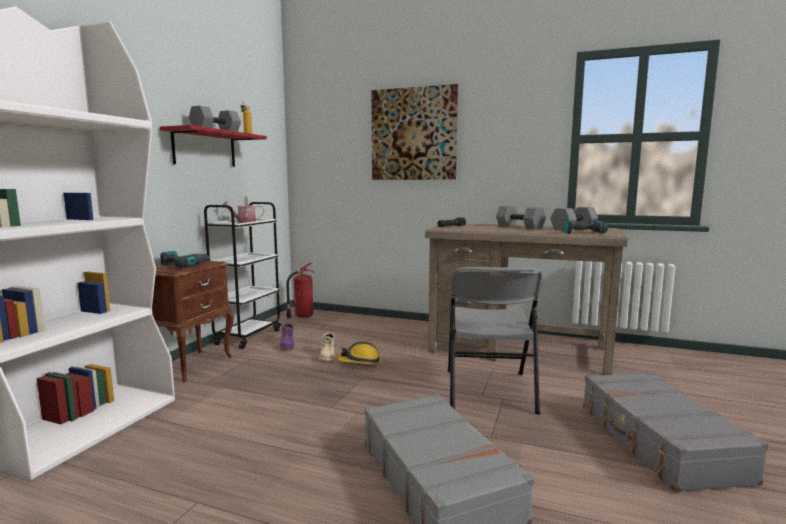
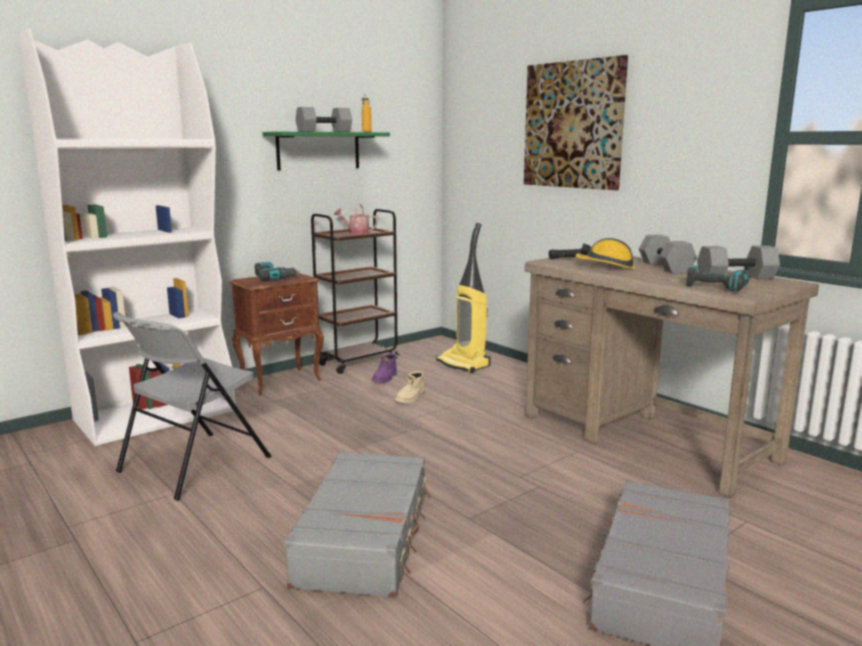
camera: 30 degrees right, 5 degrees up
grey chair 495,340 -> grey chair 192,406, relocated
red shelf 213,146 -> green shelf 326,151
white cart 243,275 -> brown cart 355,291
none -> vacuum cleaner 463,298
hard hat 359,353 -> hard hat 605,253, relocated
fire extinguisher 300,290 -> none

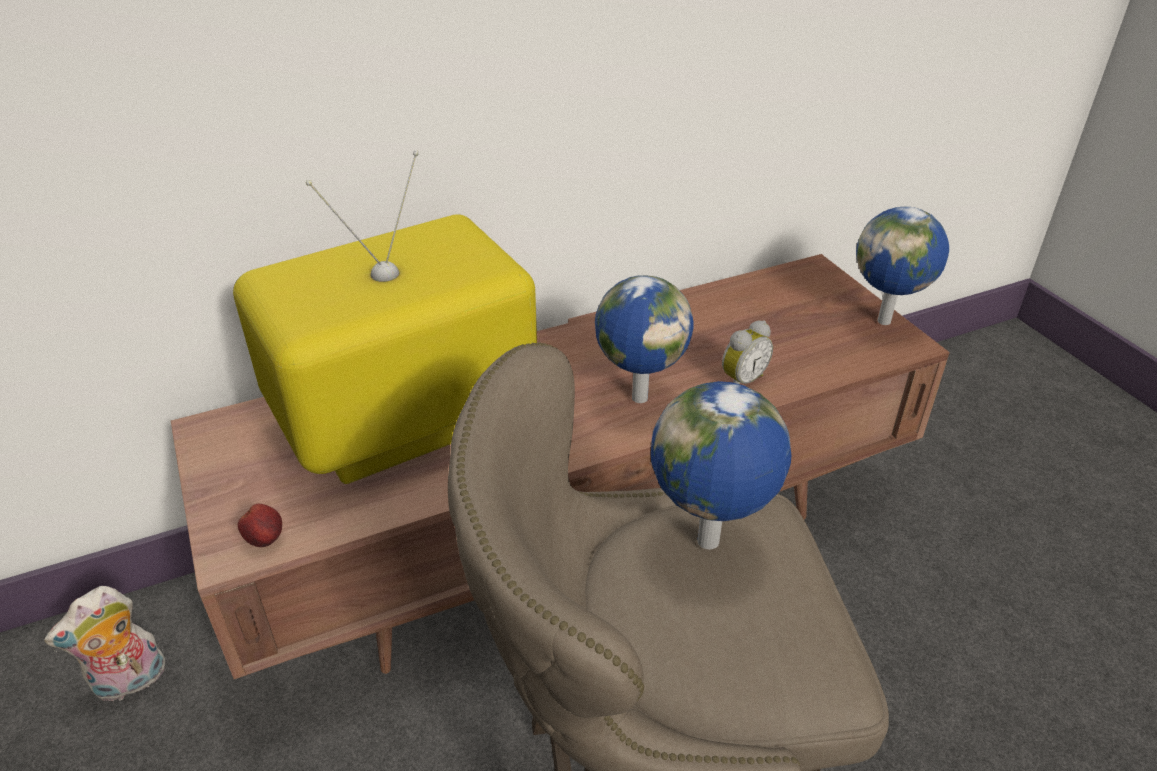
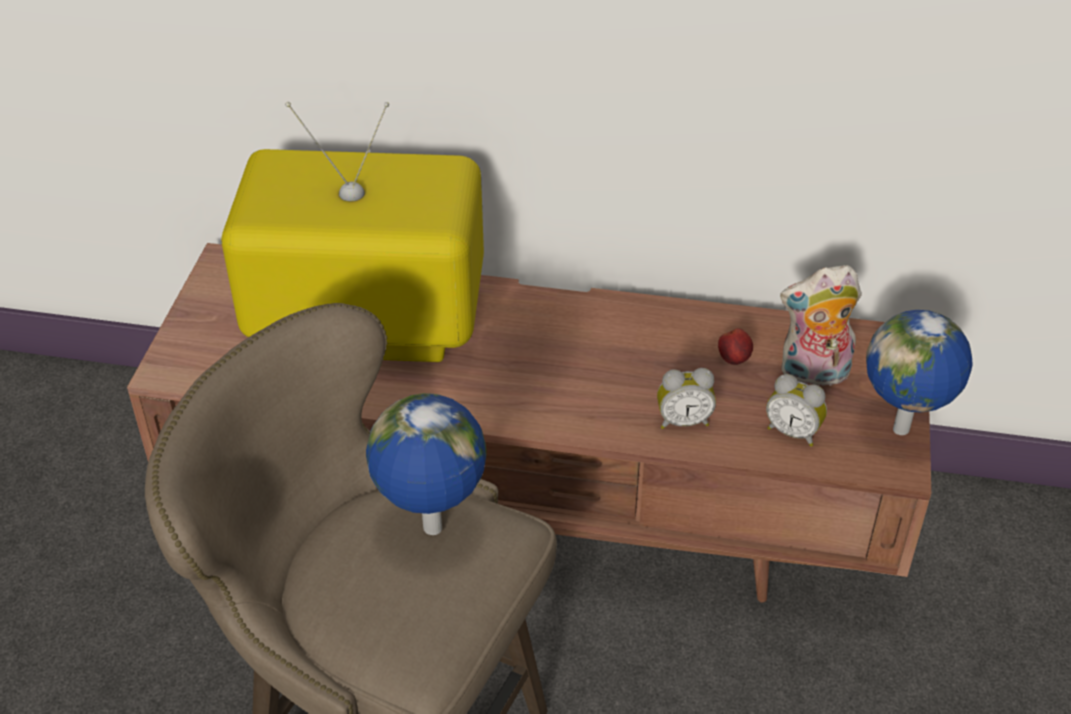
camera: 35 degrees right, 5 degrees up
apple 260,525 -> apple 735,346, relocated
none -> alarm clock 796,410
plush toy 104,644 -> plush toy 821,325, relocated
globe 644,339 -> none

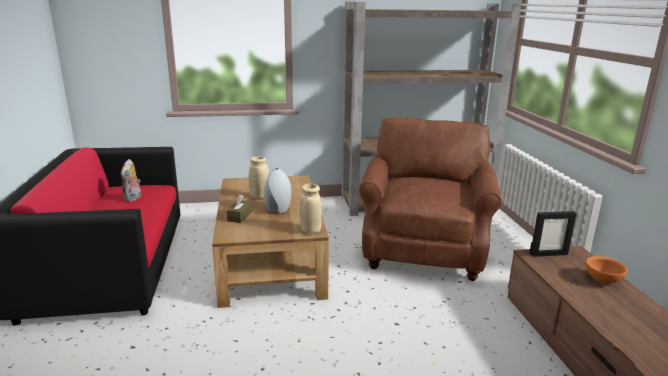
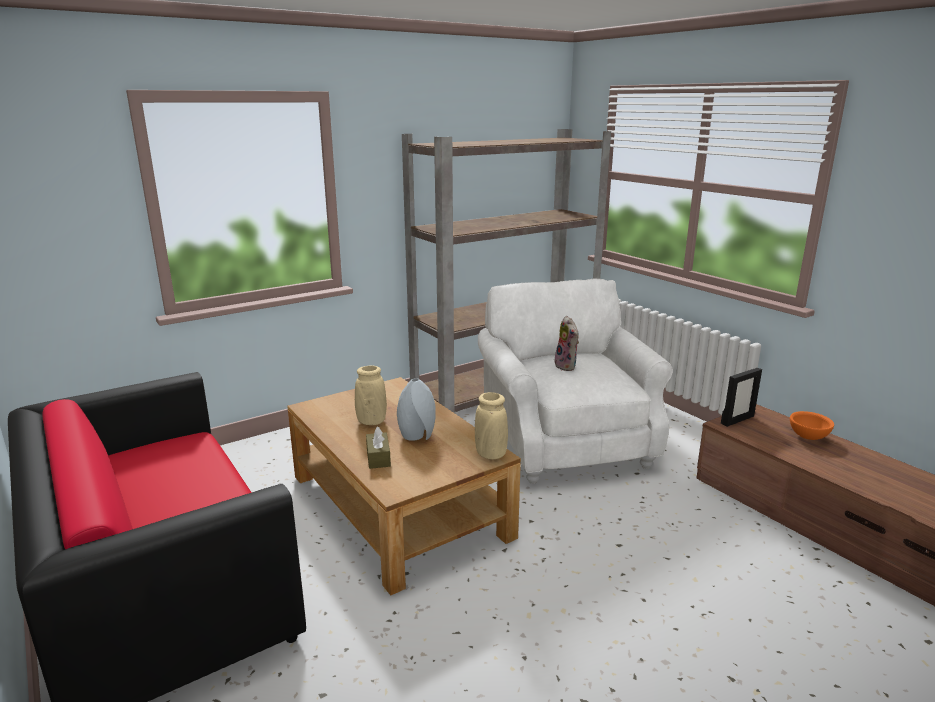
camera: 25 degrees left, 0 degrees up
brown armchair 430,199 -> white armchair 575,381
plush toy 131,180 -> plush toy 567,343, relocated

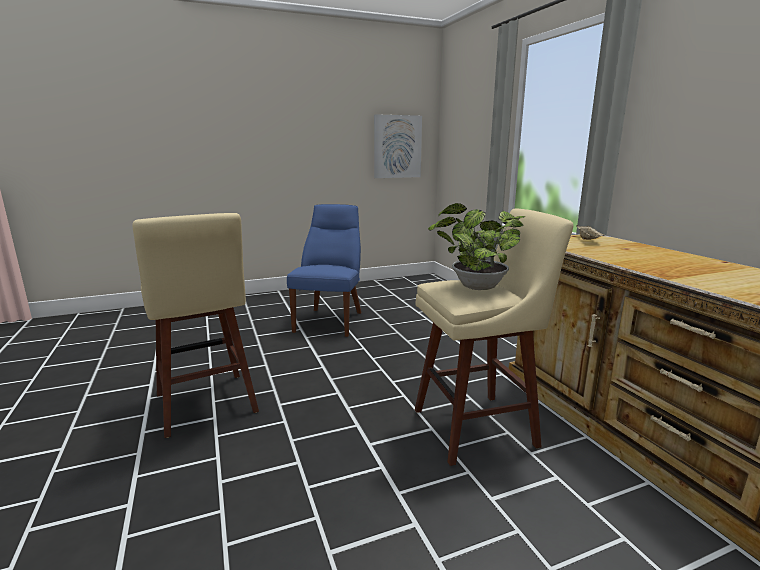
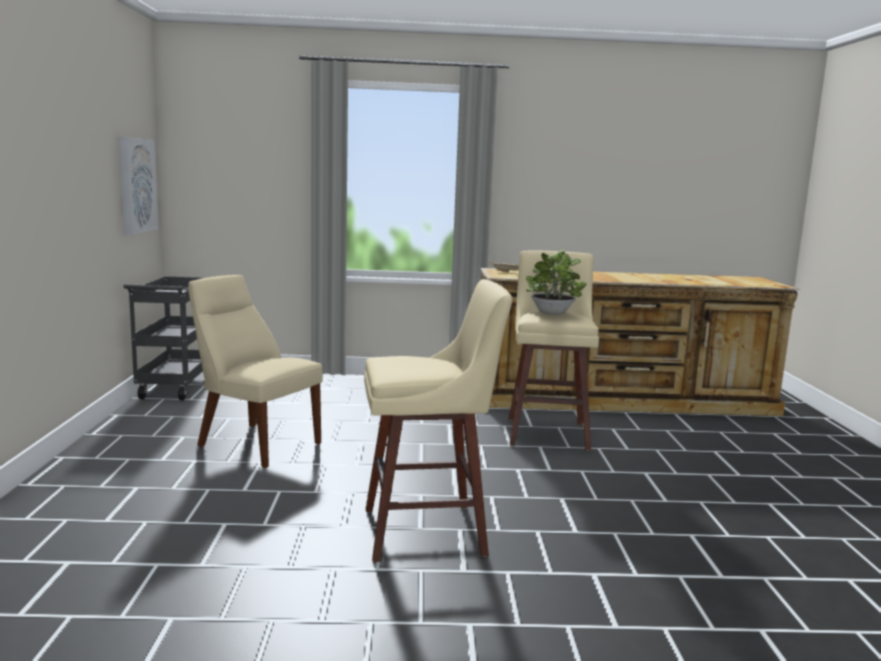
camera: 70 degrees left, 5 degrees down
none -> grey cart 163,338
blue chair 324,270 -> beige chair 255,371

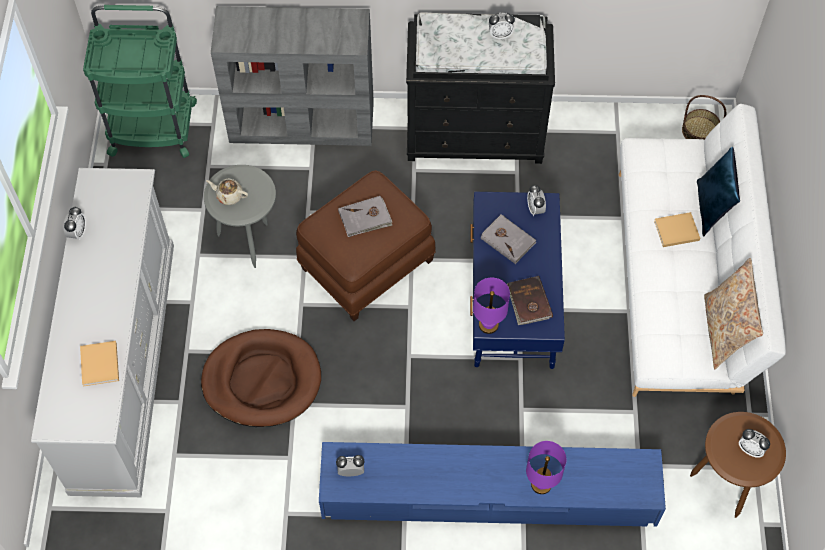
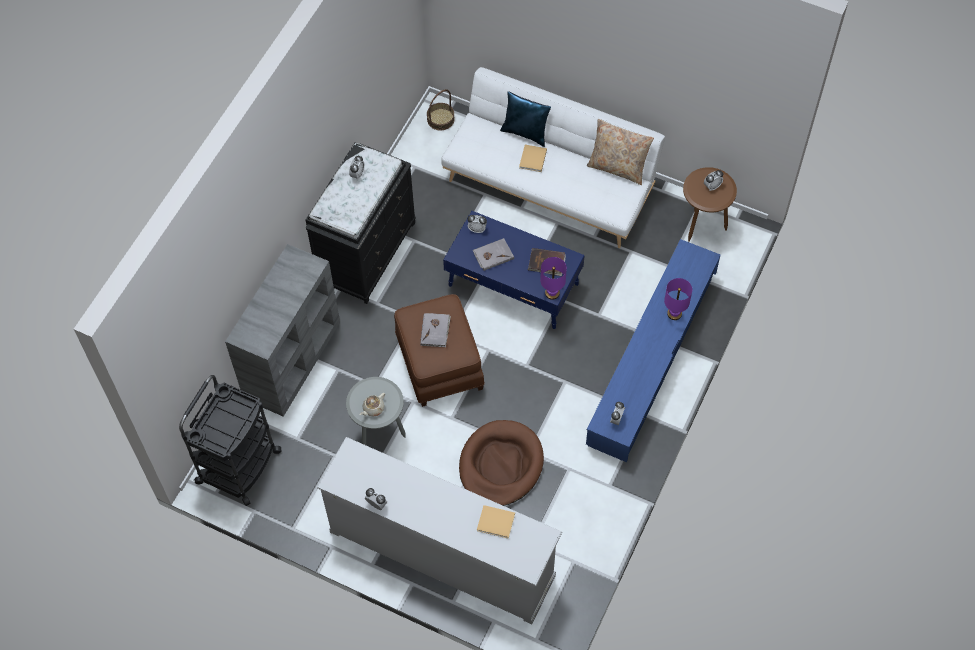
camera: 65 degrees left, 0 degrees up
green cart 140,81 -> black cart 230,440

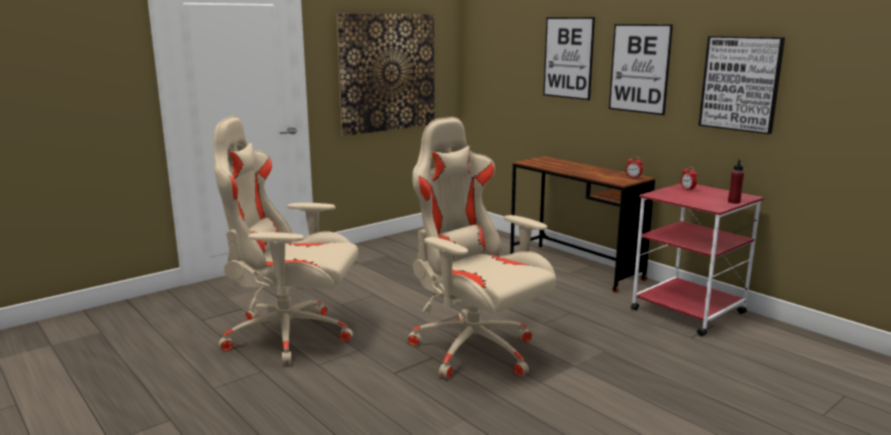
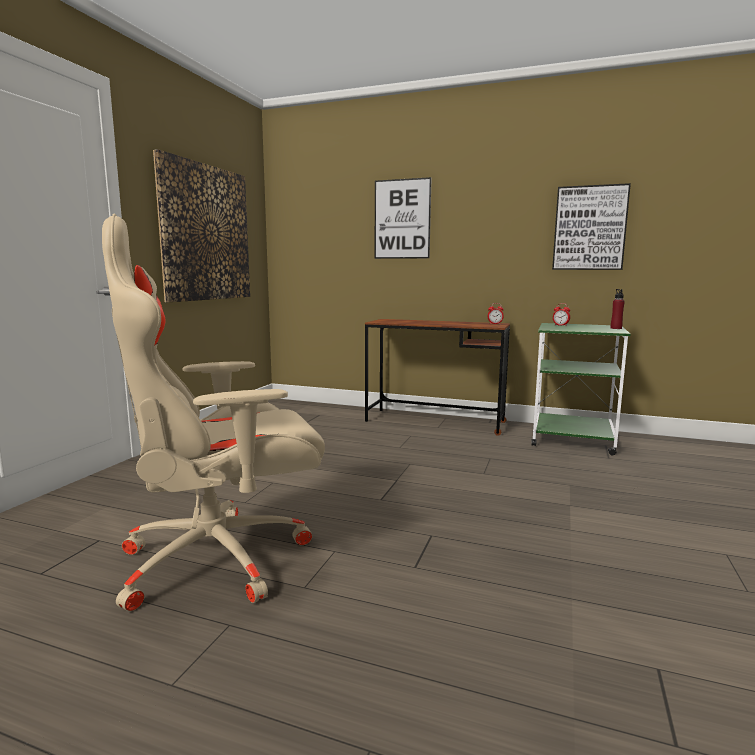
camera: 30 degrees left, 5 degrees down
red cart 697,259 -> green cart 580,389
beige office chair 482,248 -> none
picture 641,69 -> none

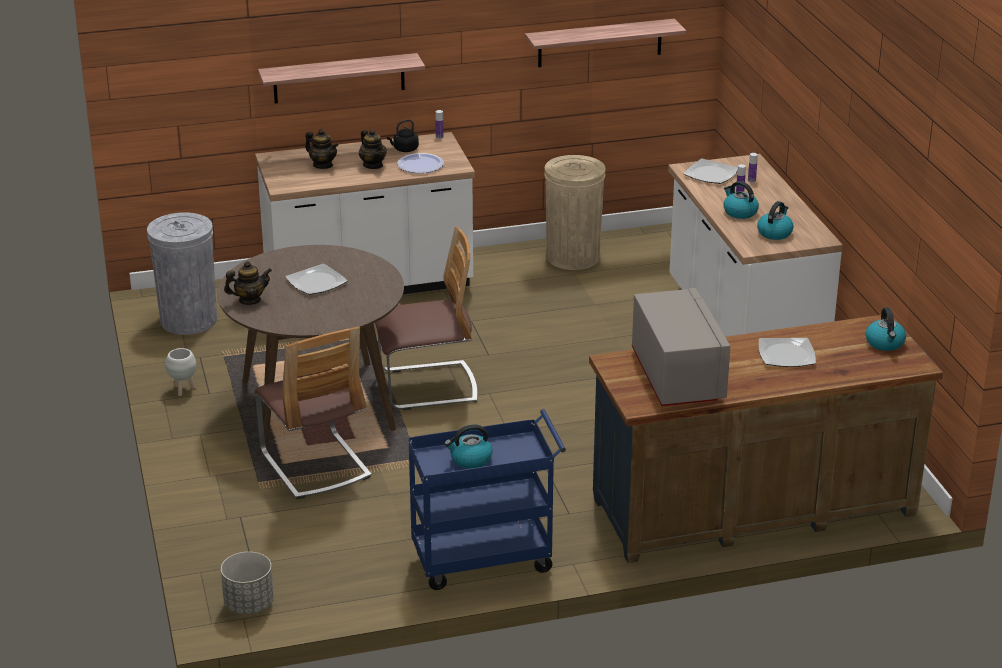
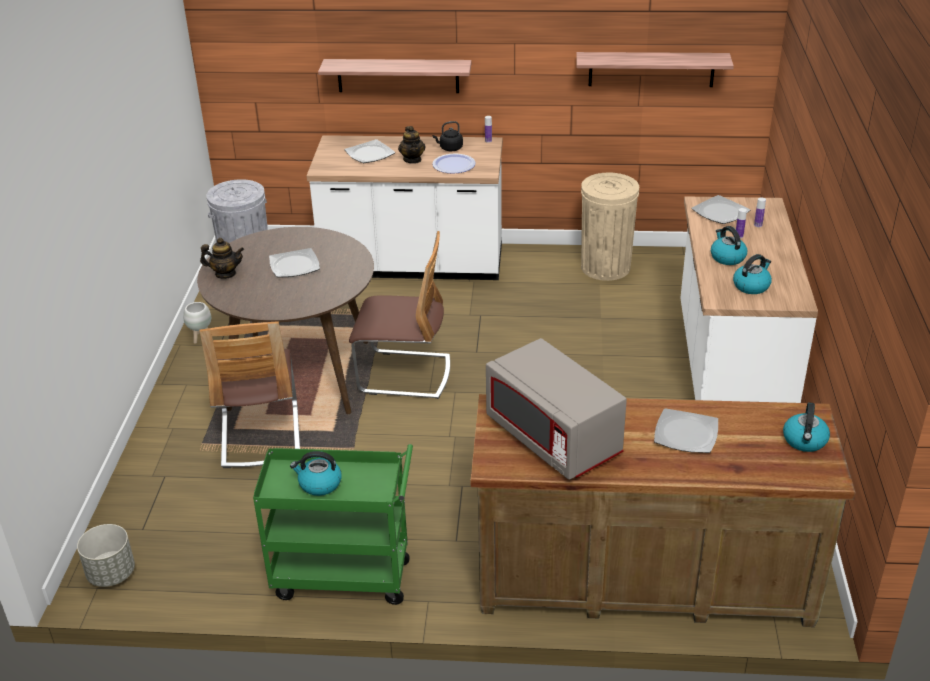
camera: 20 degrees right, 5 degrees up
blue cart 487,499 -> green cart 333,524
teapot 321,149 -> plate 369,151
grey microwave 681,347 -> grey microwave 556,409, 135 degrees clockwise

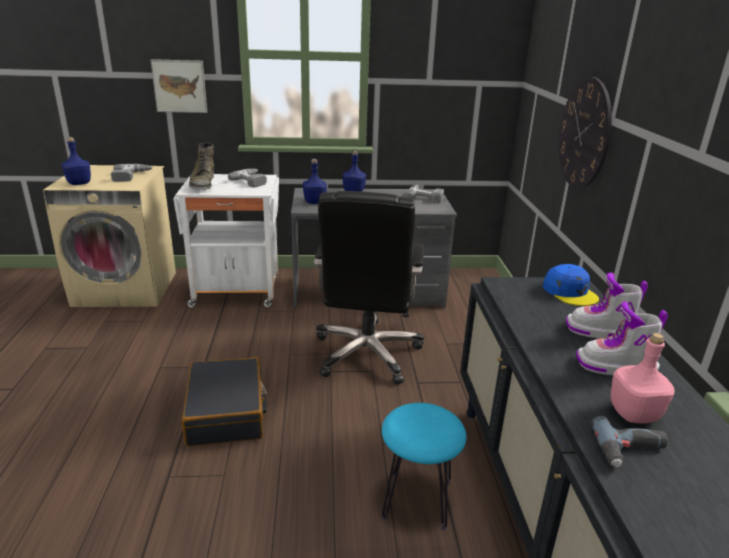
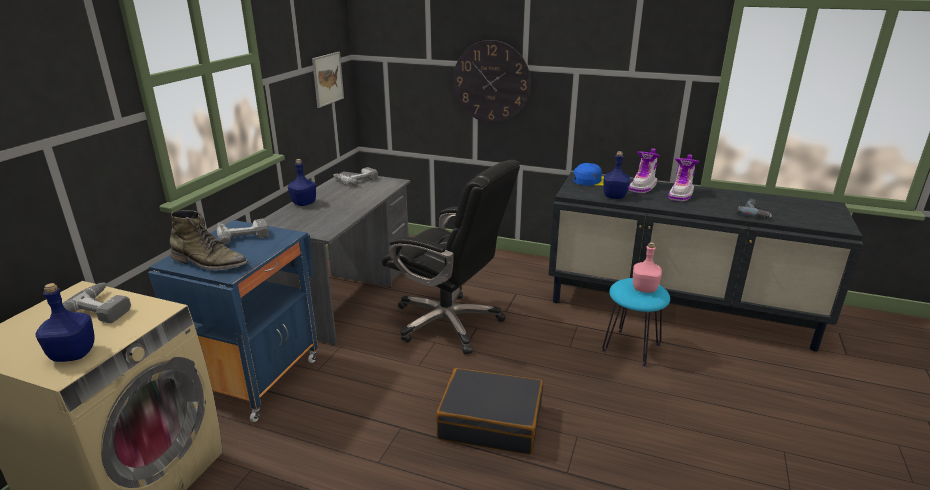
camera: 65 degrees left, 0 degrees up
white cart 226,240 -> blue cart 233,321
picture 178,86 -> picture 328,80, relocated
blue bottle 315,181 -> blue bottle 616,175, relocated
pink bottle 643,378 -> pink bottle 647,267, relocated

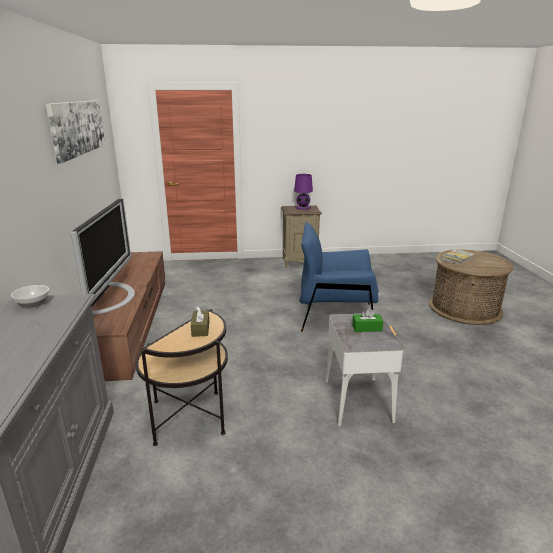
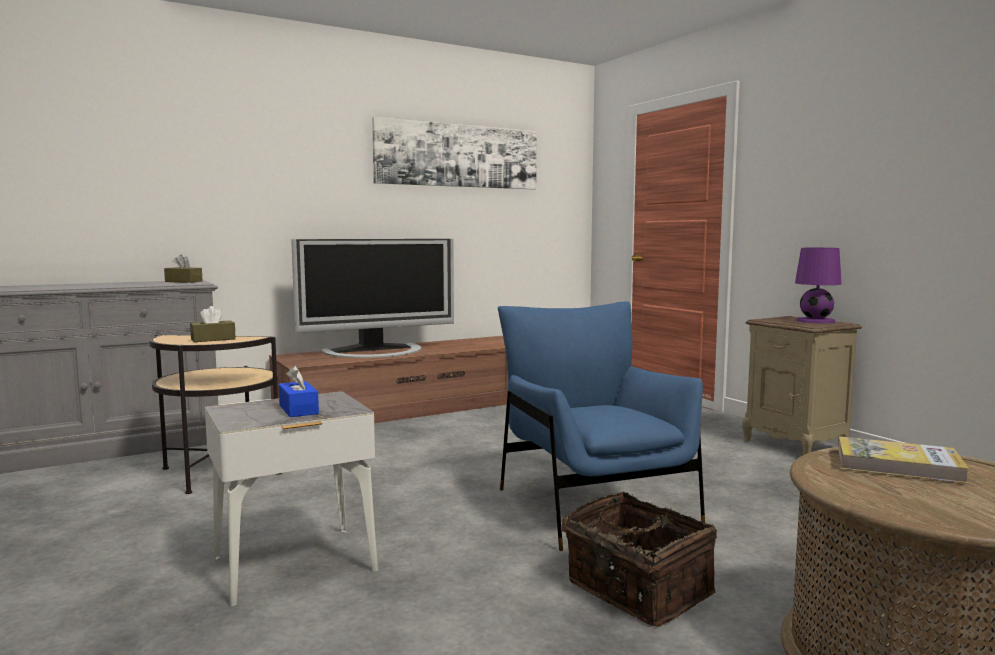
camera: 65 degrees right, 15 degrees down
bowl 30,297 -> brown tissue box 183,268
green tissue box 367,320 -> blue tissue box 299,391
none -> basket 639,559

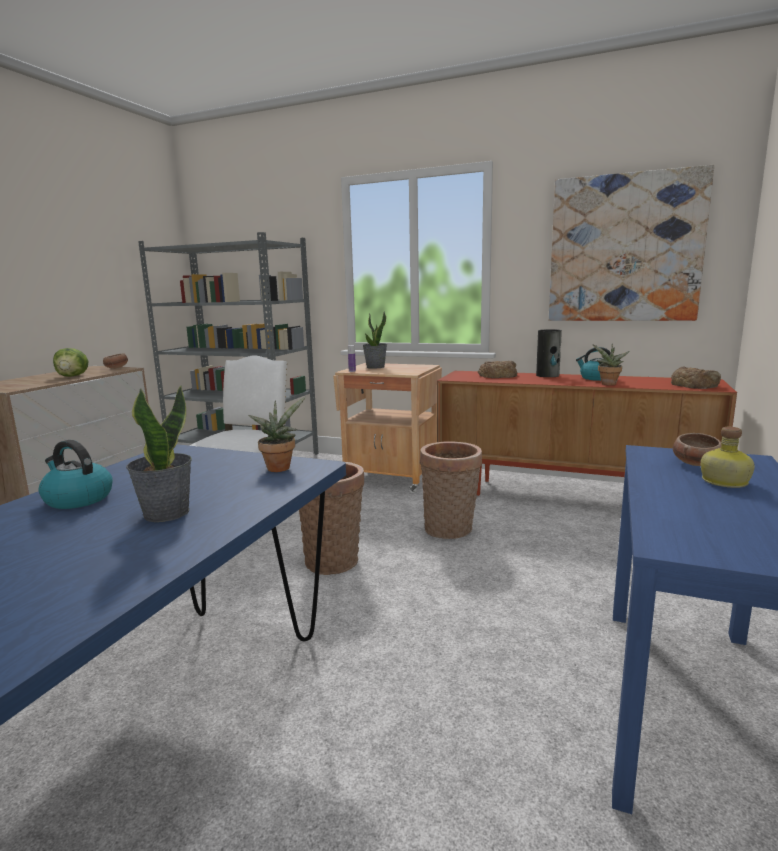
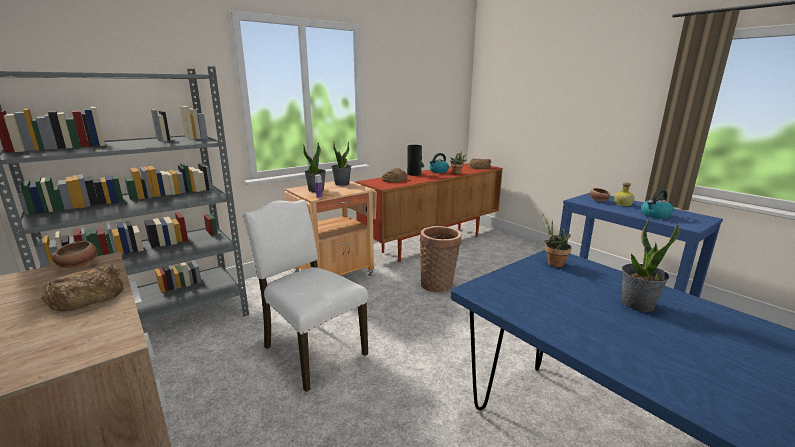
camera: 60 degrees left, 5 degrees up
lettuce 71,362 -> bread 82,287
none -> potted plant 341,164
kettle 76,474 -> kettle 657,204, relocated
basket 331,518 -> none
picture 631,243 -> none

